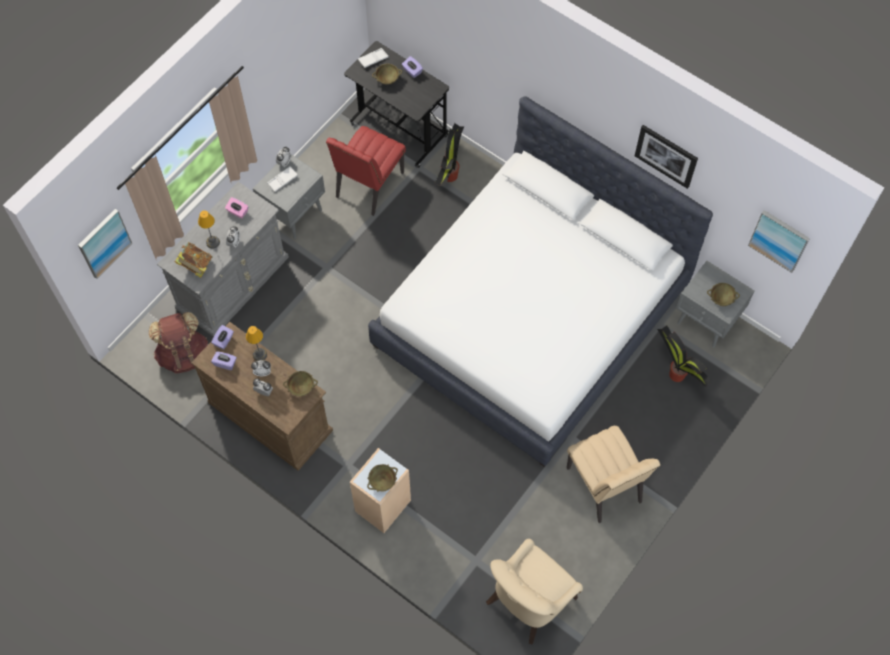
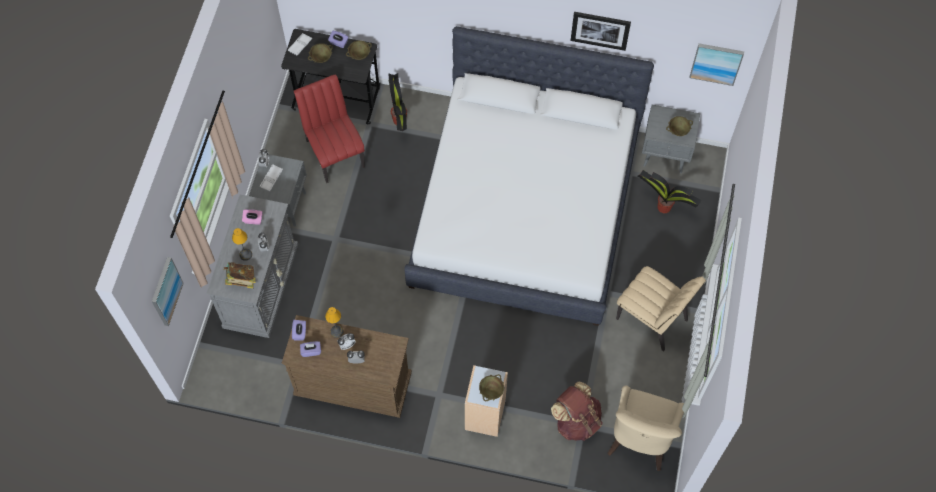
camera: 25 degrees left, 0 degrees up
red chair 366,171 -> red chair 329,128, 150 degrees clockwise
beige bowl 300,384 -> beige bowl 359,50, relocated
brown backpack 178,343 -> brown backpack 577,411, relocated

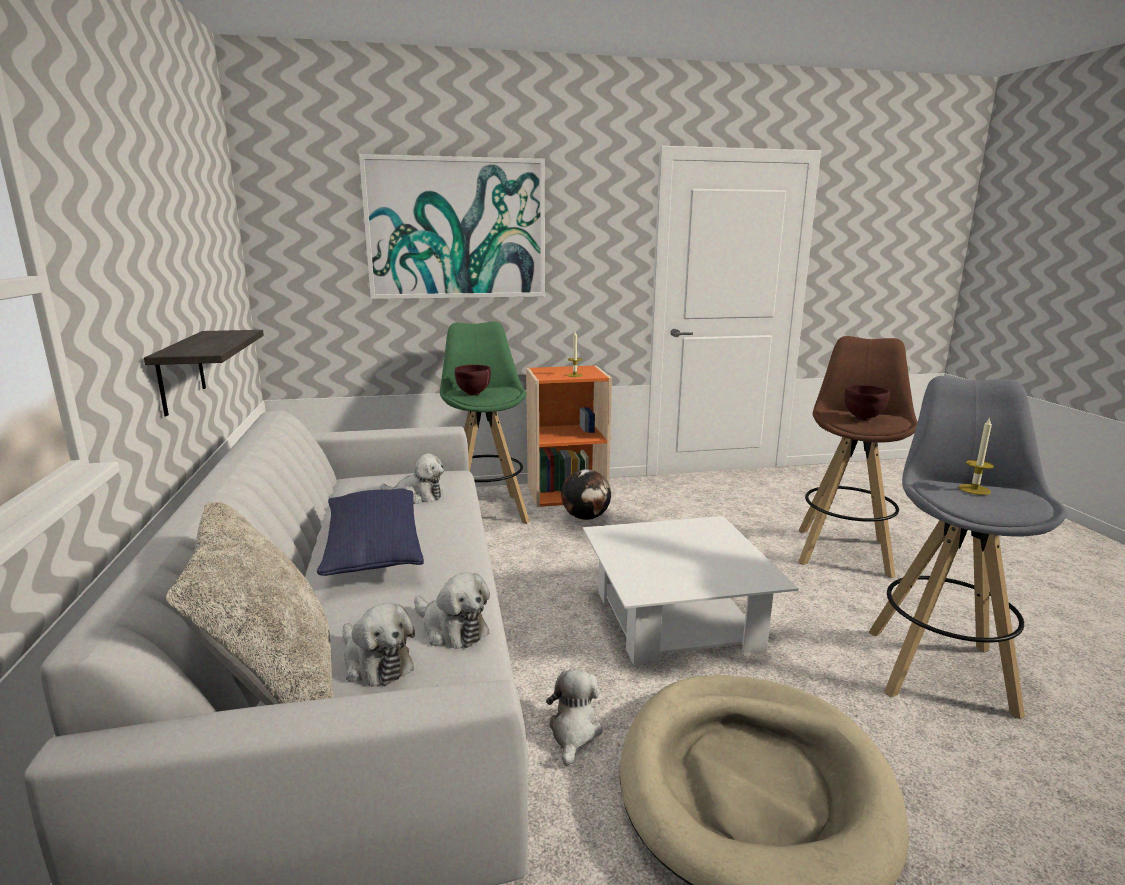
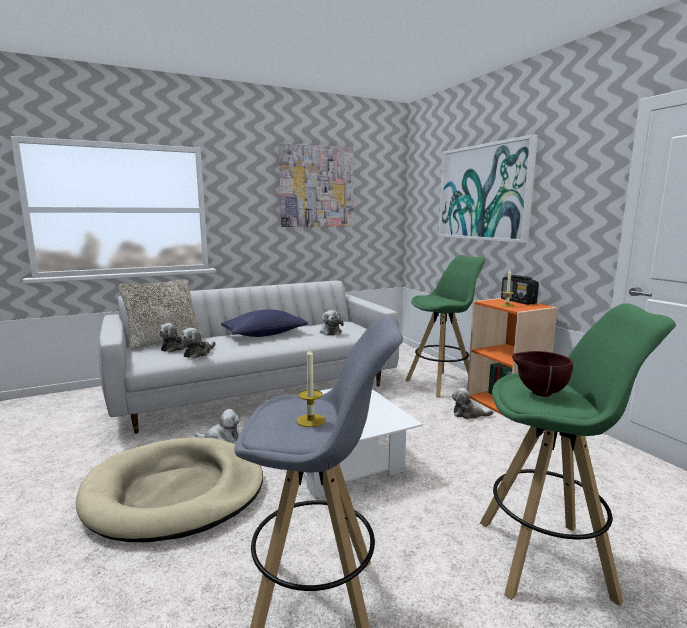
camera: 75 degrees right, 5 degrees down
none -> picture 316,185
globe 586,494 -> plush toy 473,403
brown stool 858,457 -> green stool 578,454
none -> radio 520,290
shelf 204,373 -> none
brown bowl 473,380 -> none

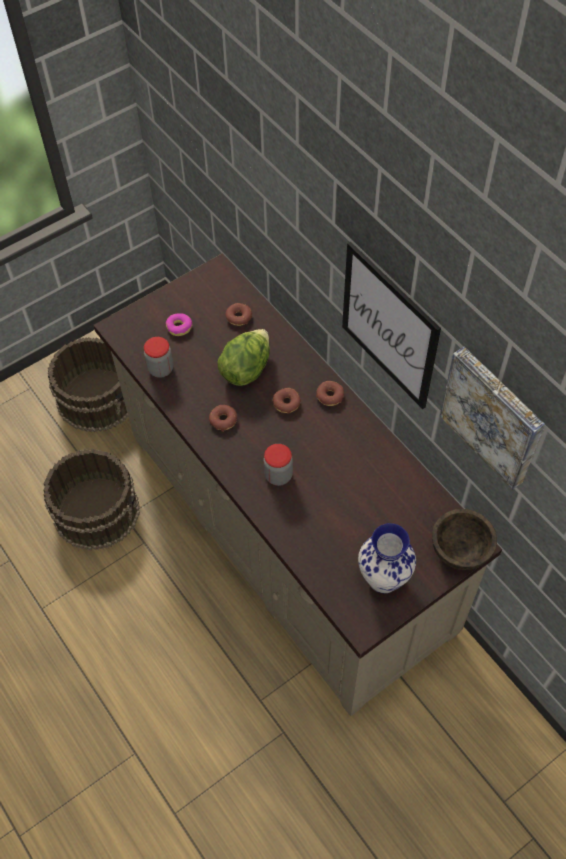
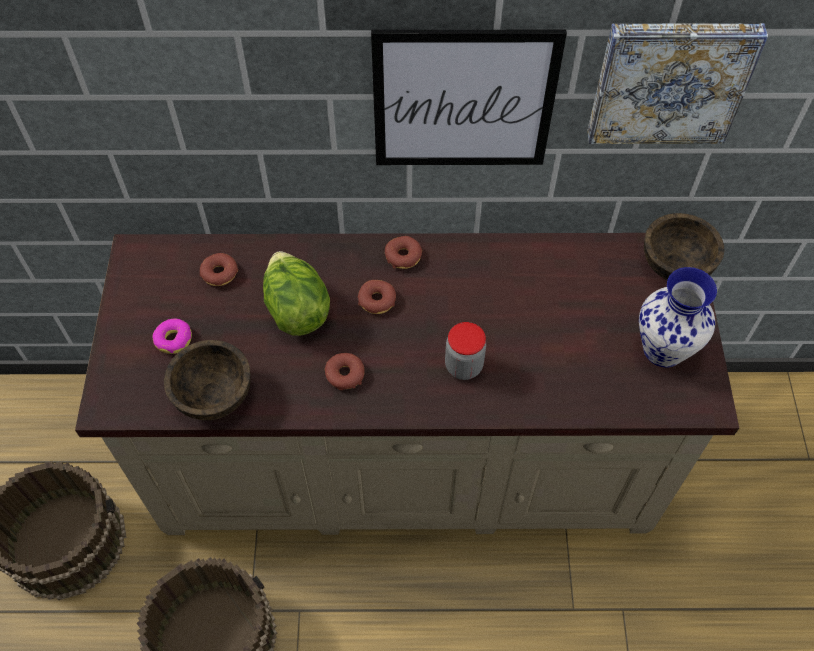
camera: 55 degrees left, 0 degrees up
jar 158,357 -> brown bowl 207,380

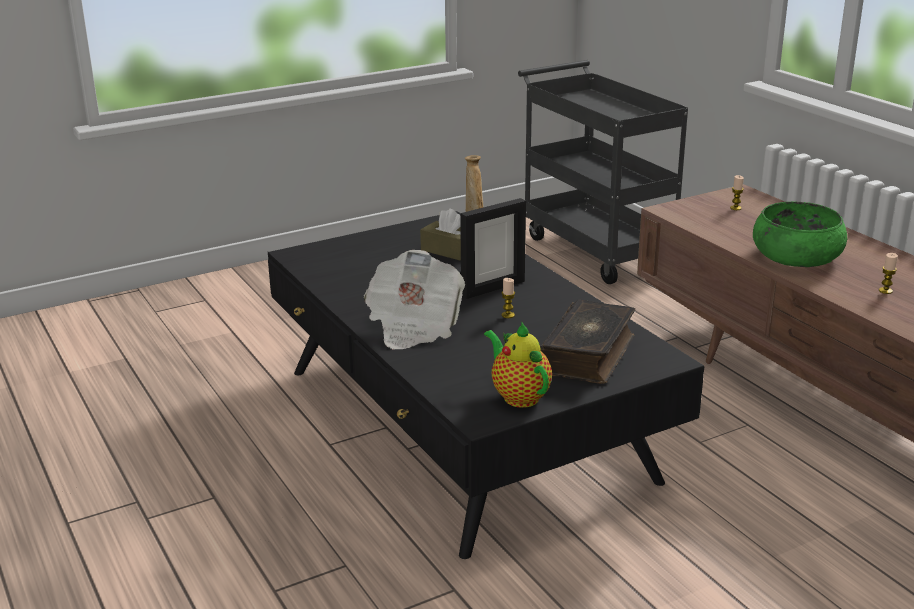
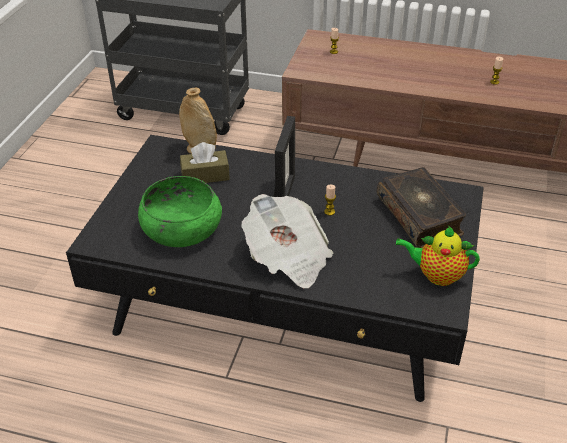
camera: 45 degrees left, 15 degrees up
green bowl 800,234 -> green bowl 180,211, relocated

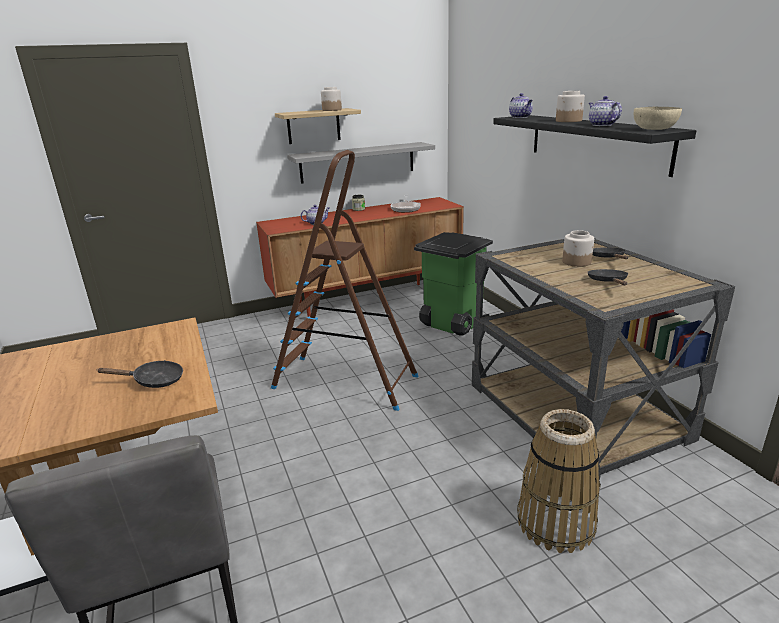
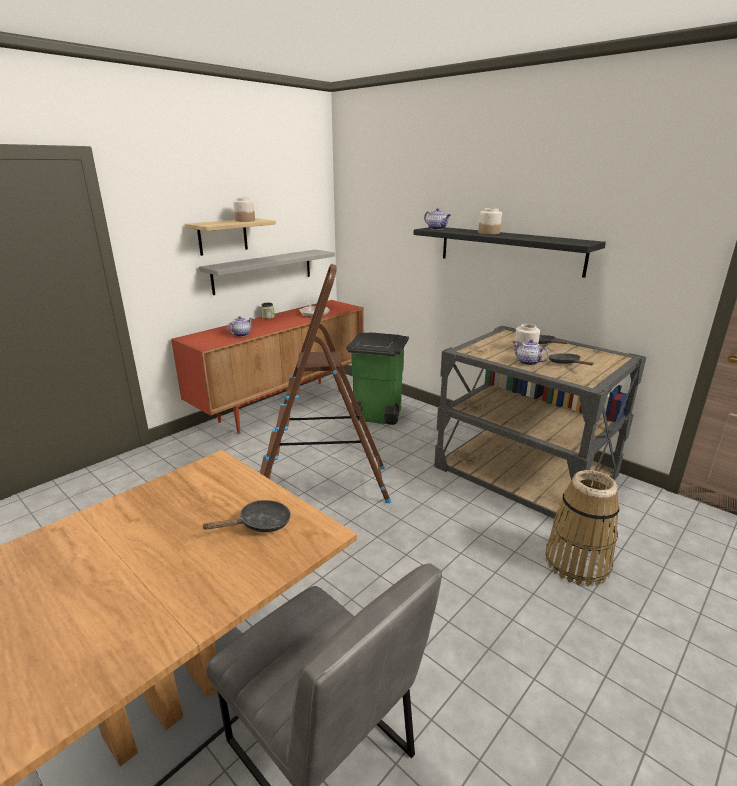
camera: 25 degrees left, 0 degrees up
teapot 605,111 -> teapot 530,352, relocated
beige bowl 657,118 -> none

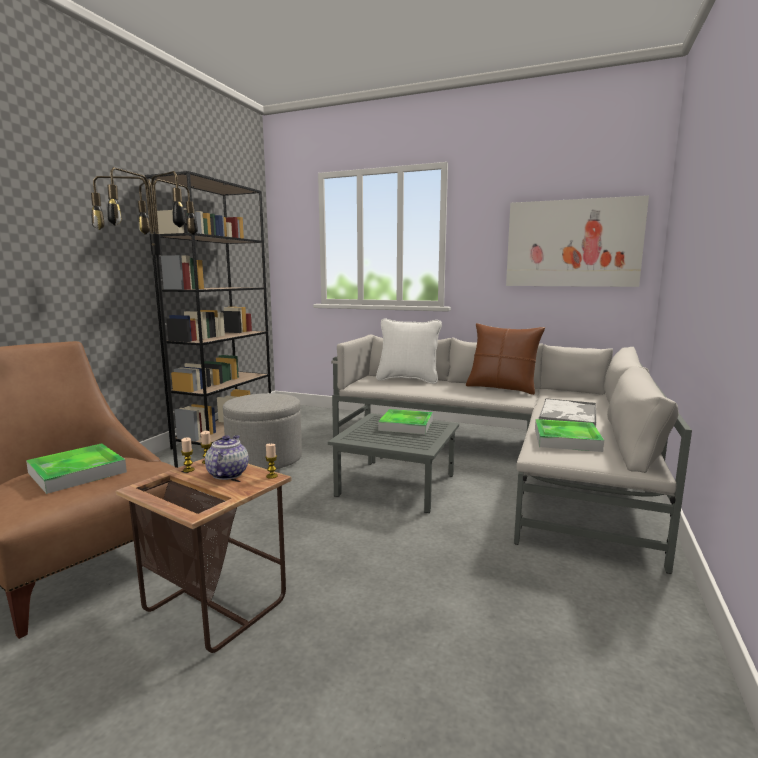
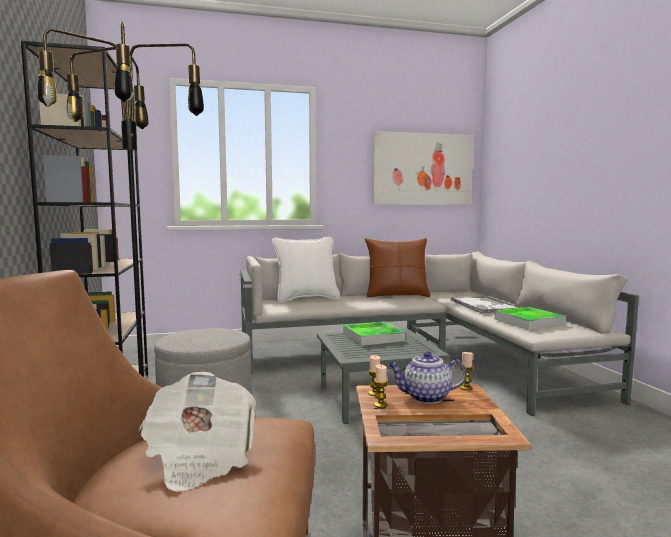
camera: 35 degrees left, 5 degrees down
tray 76,468 -> newspaper 197,432
teapot 226,457 -> teapot 427,377, 60 degrees counterclockwise

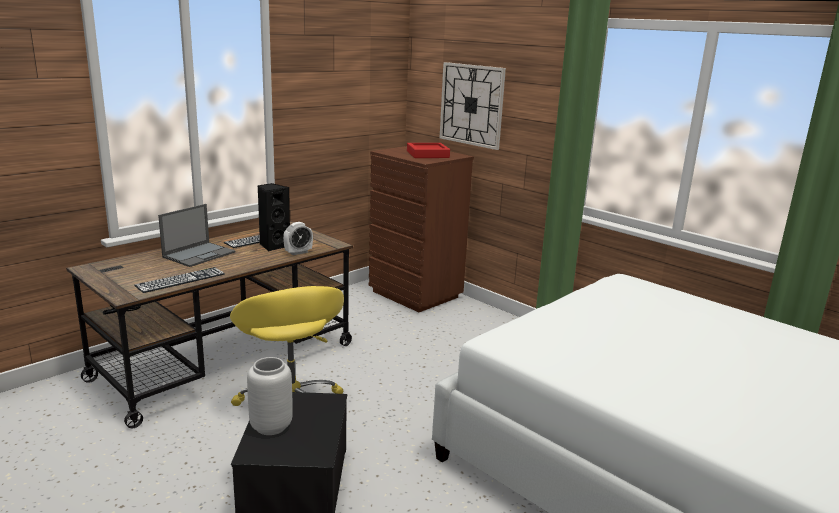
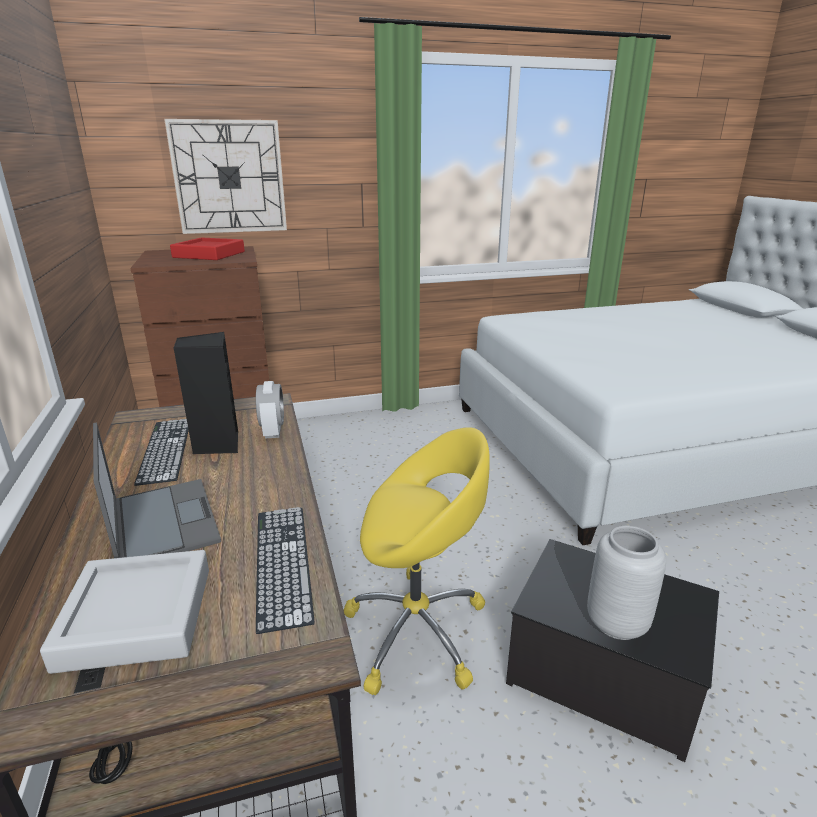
camera: 60 degrees left, 5 degrees up
none -> grey tray 124,612

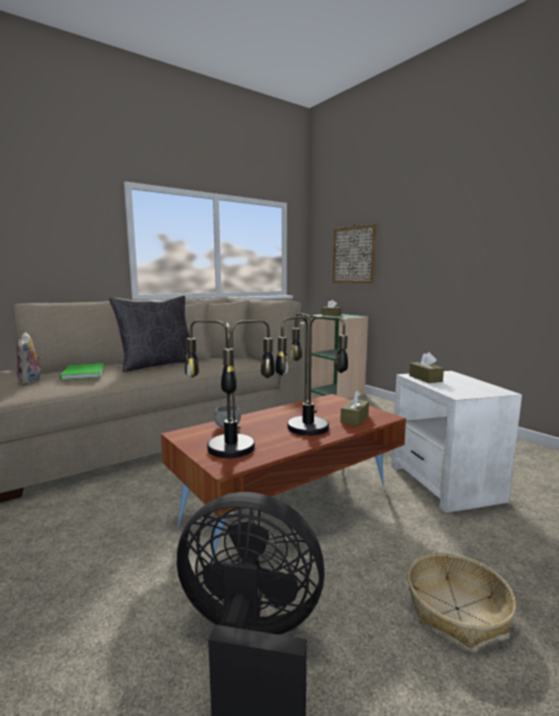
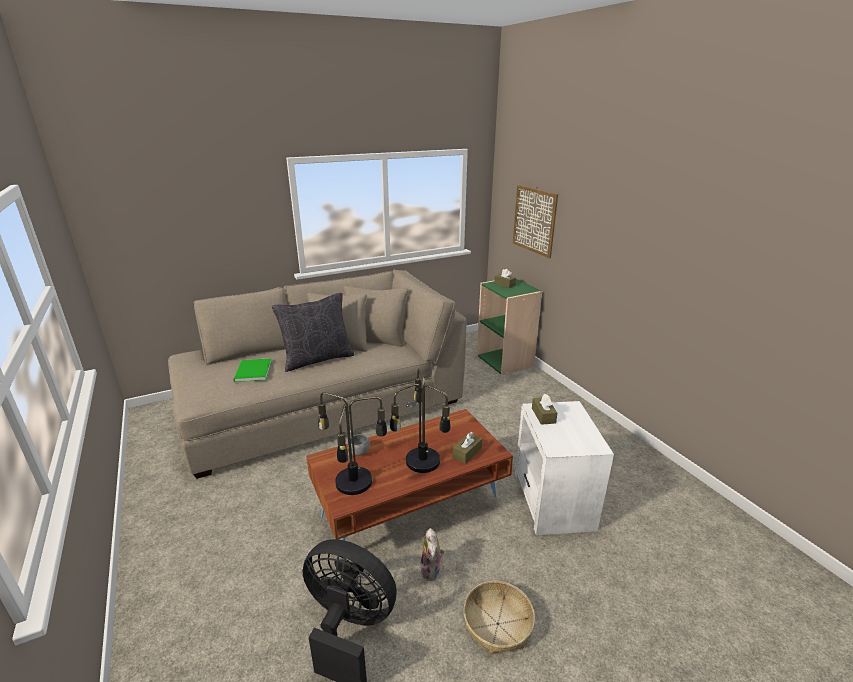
camera: 10 degrees right, 15 degrees up
plush toy 28,358 -> plush toy 432,554, relocated

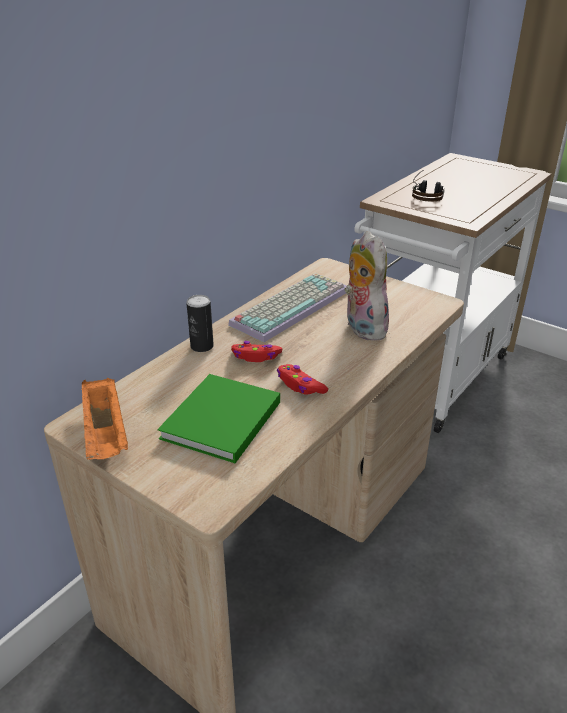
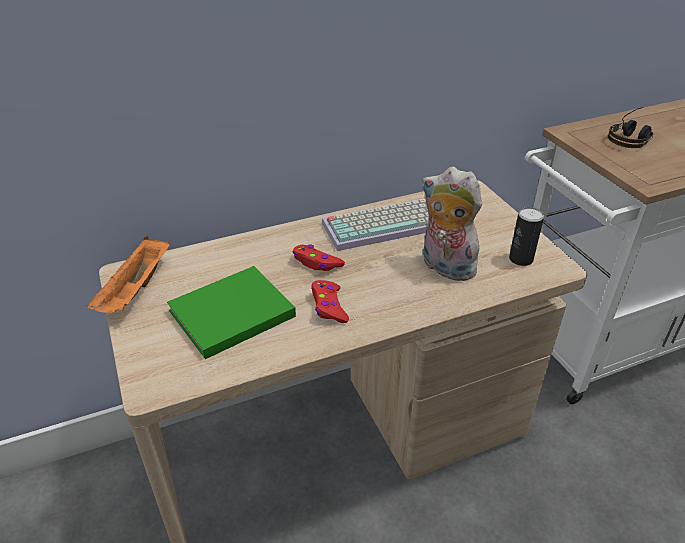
camera: 30 degrees right, 5 degrees up
plush toy 366,285 -> plush toy 452,224, 60 degrees counterclockwise
can 200,323 -> can 526,236, relocated

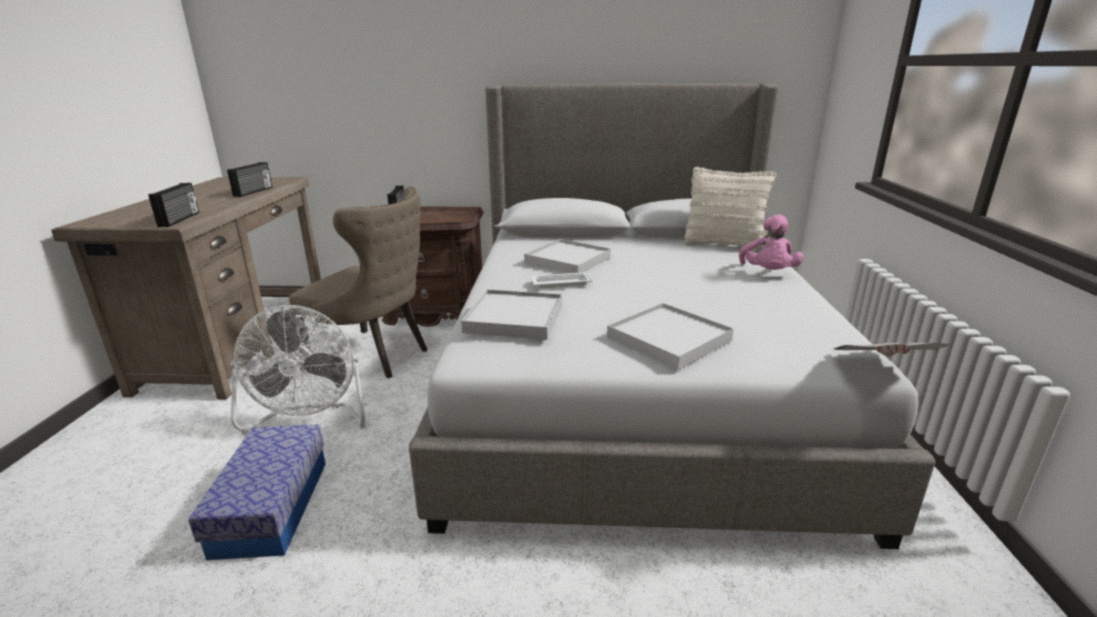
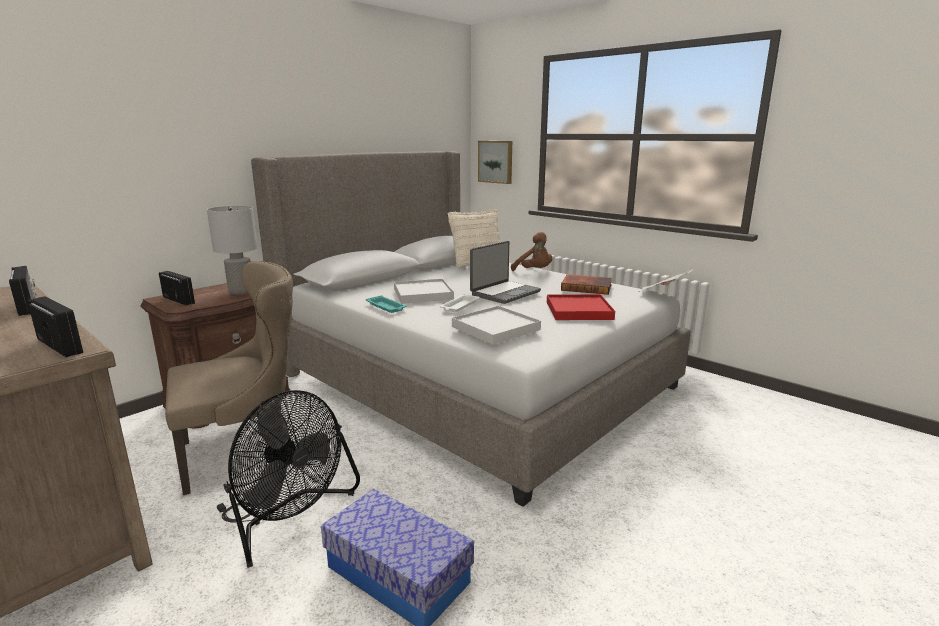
camera: 50 degrees left, 5 degrees down
none -> grey table lamp 232,250
white fan 297,370 -> black fan 288,479
none -> turquoise tray 386,304
none -> laptop 505,272
none -> picture 495,162
pink plush toy 771,242 -> brown plush toy 531,251
white tray 670,336 -> red tray 581,307
none -> book 586,284

